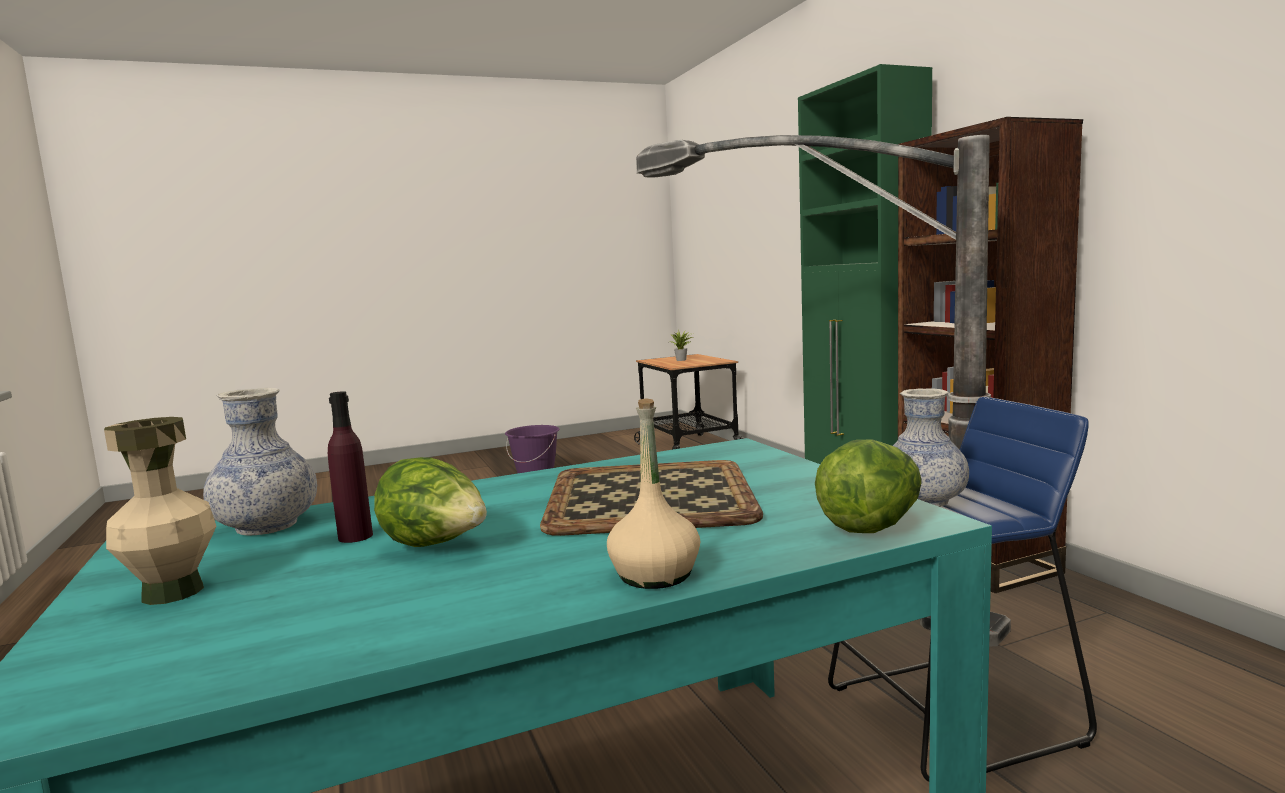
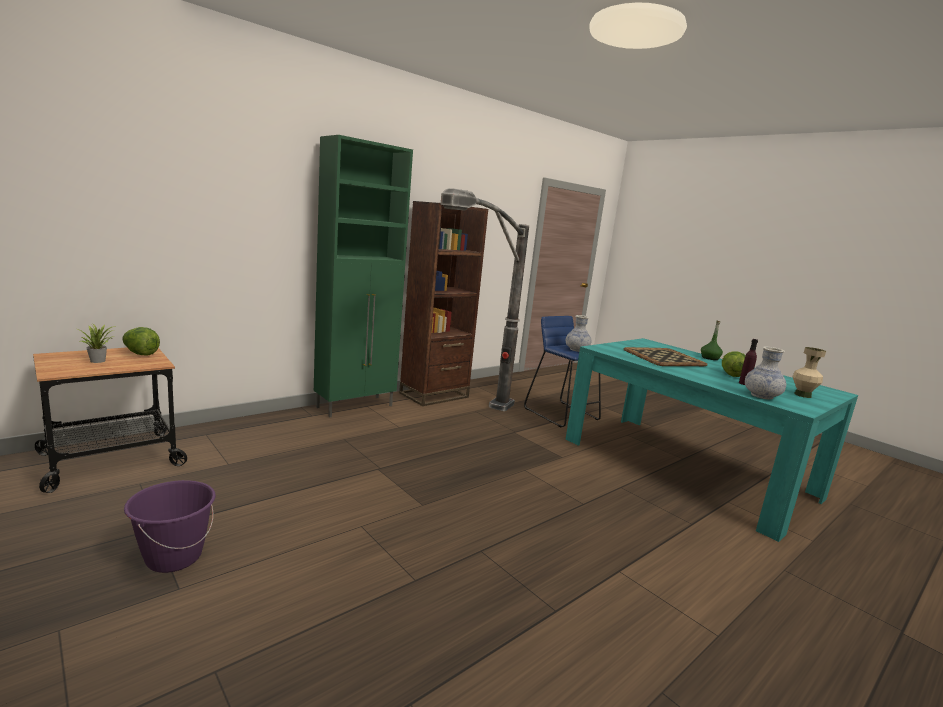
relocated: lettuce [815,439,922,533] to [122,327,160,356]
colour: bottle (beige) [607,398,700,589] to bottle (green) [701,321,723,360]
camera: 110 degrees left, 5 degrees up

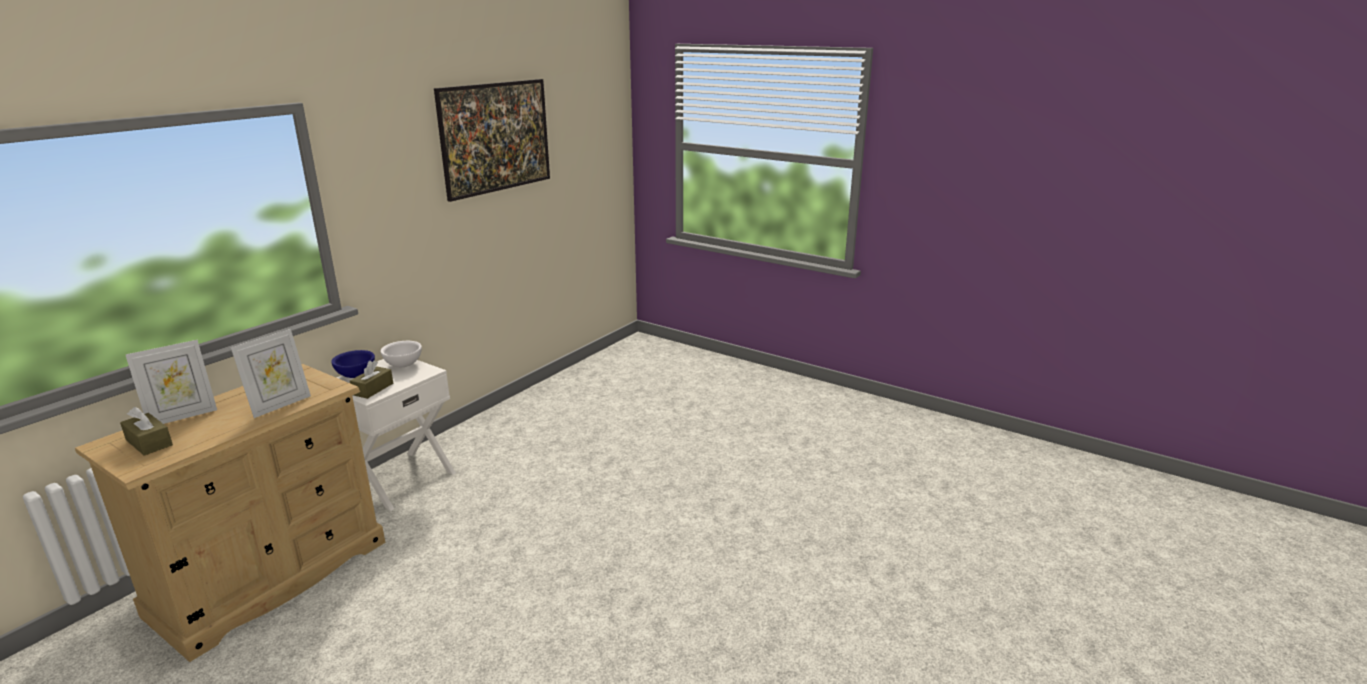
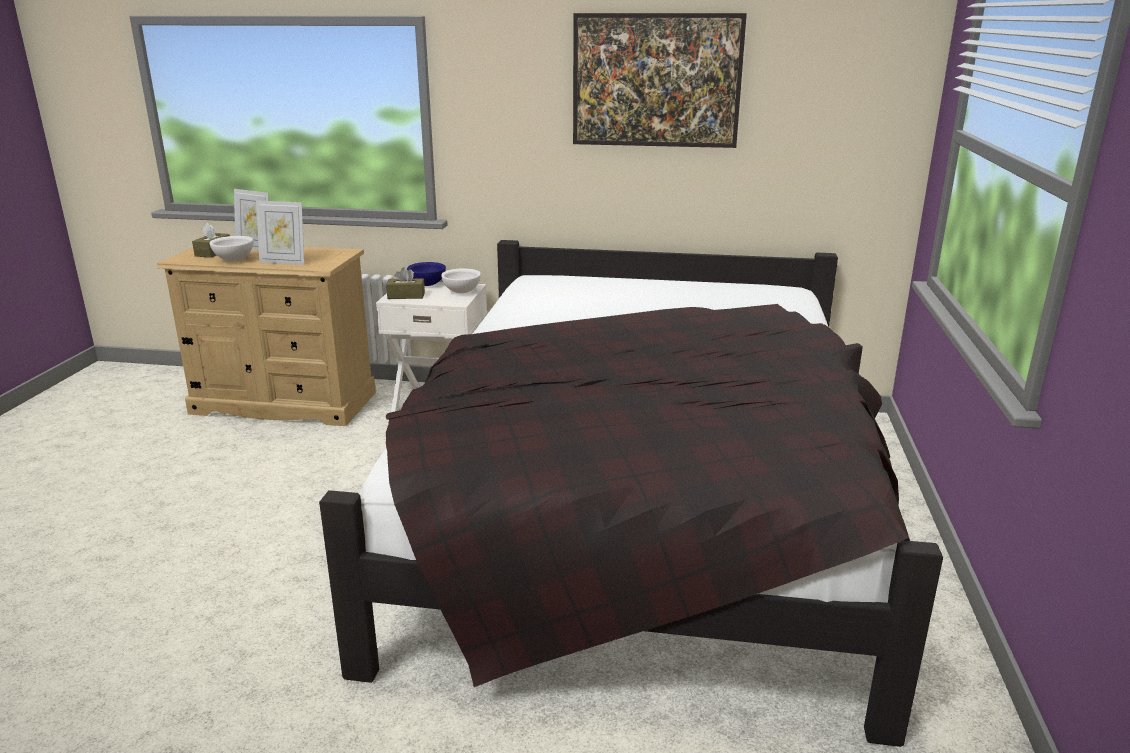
appeared: bowl (white) [209,236,253,261]; bed (black) [319,240,943,747]
camera: 65 degrees right, 0 degrees up

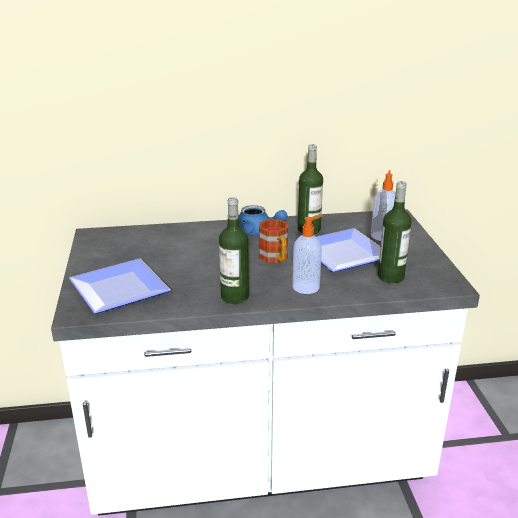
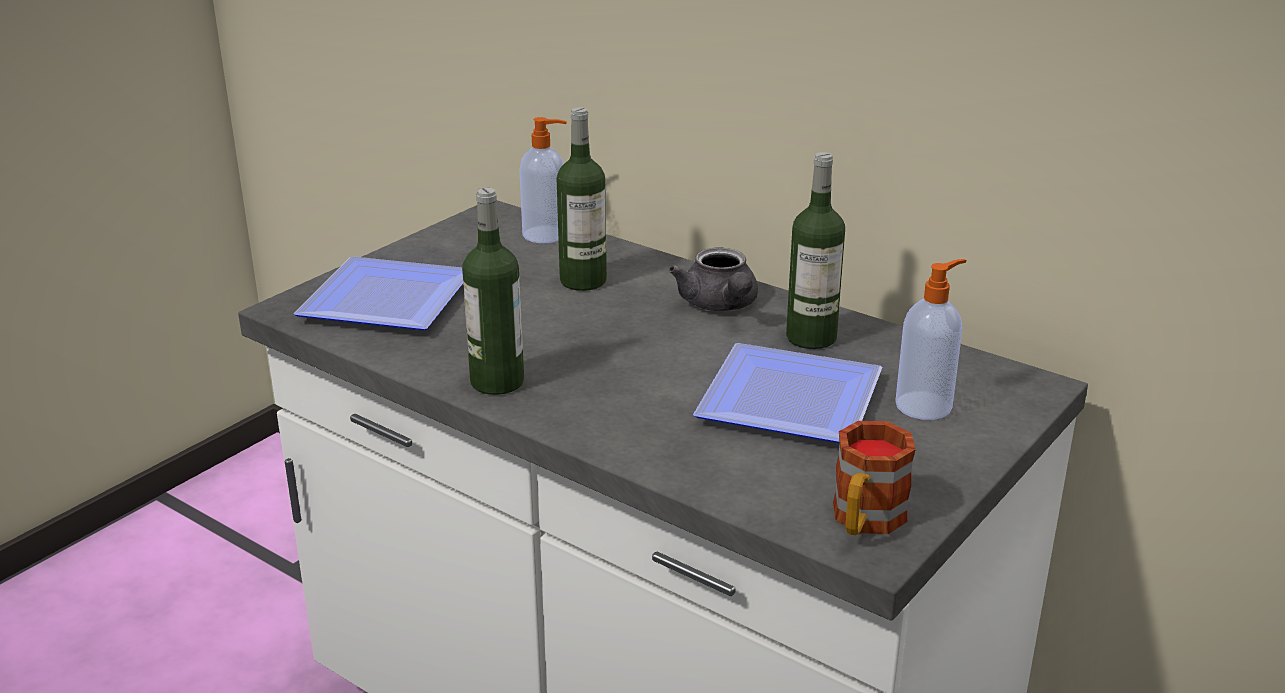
relocated: mug [259,219,288,263] to [833,421,916,535]; soap dispenser [292,215,323,294] to [519,117,567,243]; bottle [378,181,412,283] to [557,107,607,291]
colour: teapot (blue) [238,205,287,236] to teapot (grey) [669,248,758,311]
camera: 45 degrees right, 0 degrees up

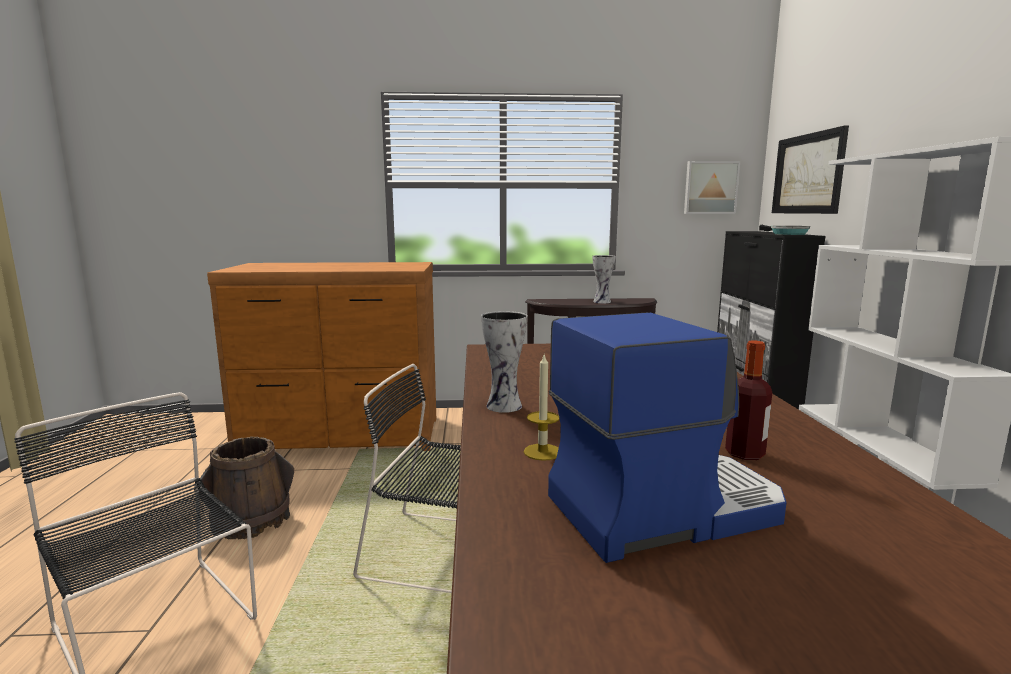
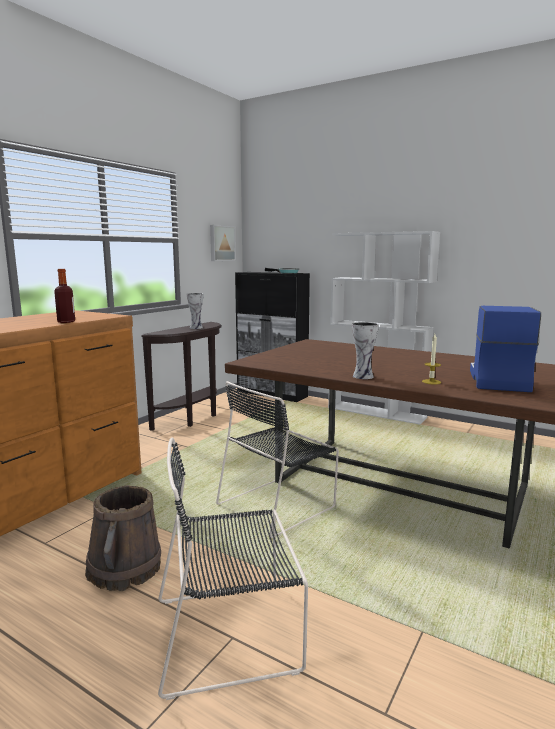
missing: picture [772,125,849,214]
relocated: bottle [725,341,772,460] to [54,269,75,323]
camera: 55 degrees left, 0 degrees up

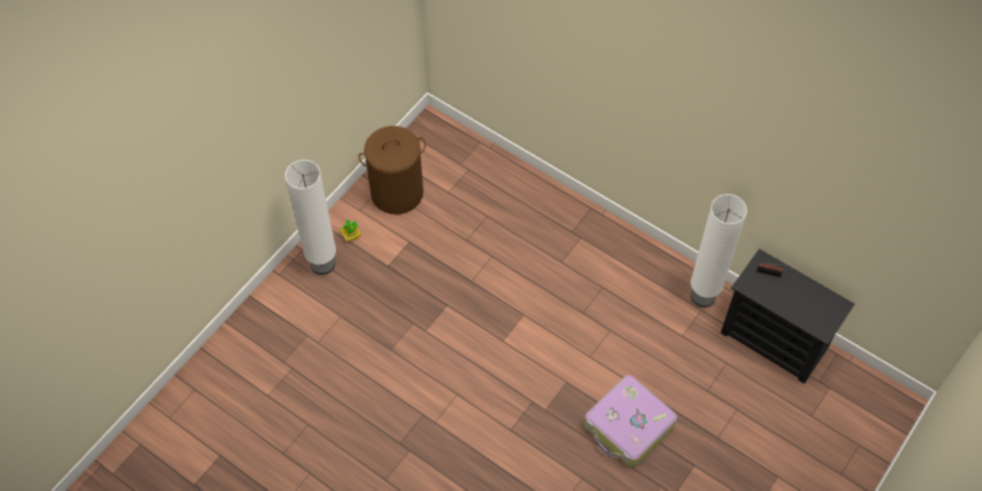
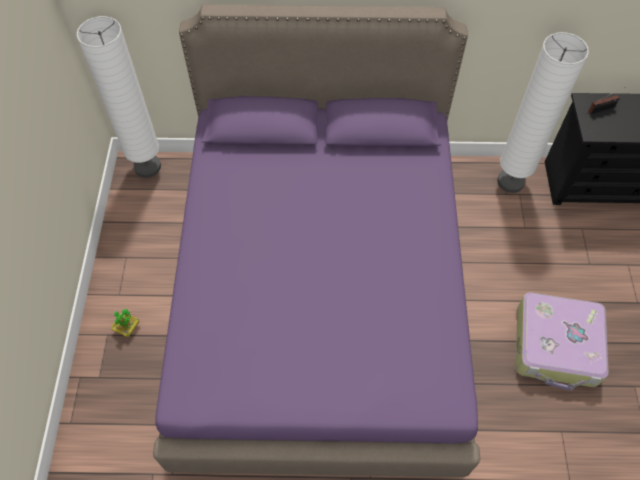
missing: laundry basket (brown) [358,126,426,215]
appeared: bed (purple) [153,4,480,477]
relocated: floor lamp (white) [285,160,336,275] to [77,16,161,178]
camera: 35 degrees left, 0 degrees up

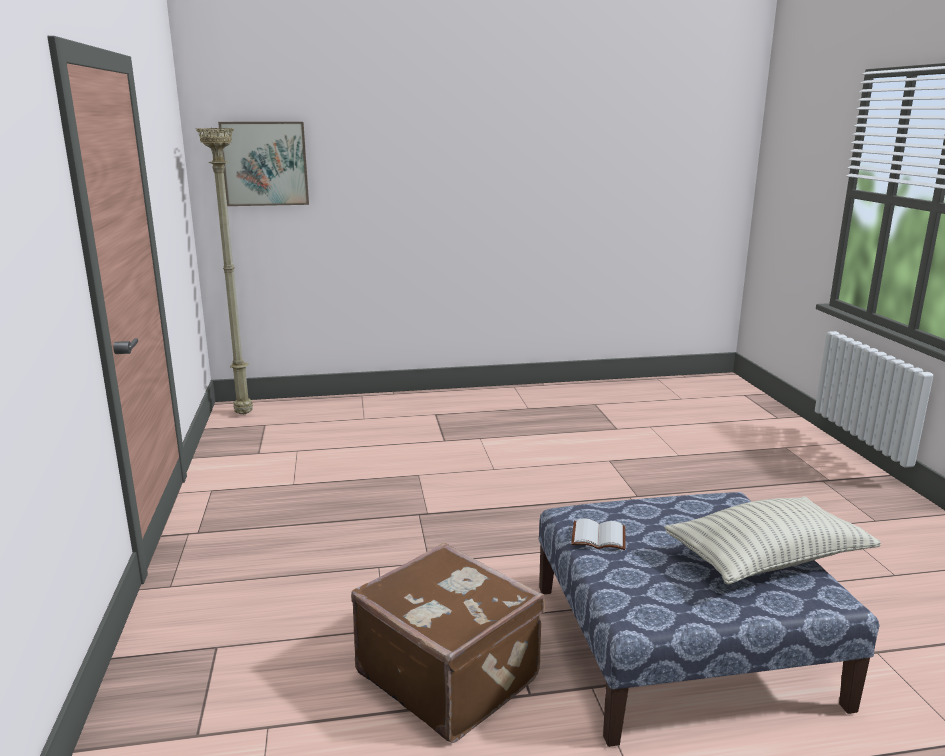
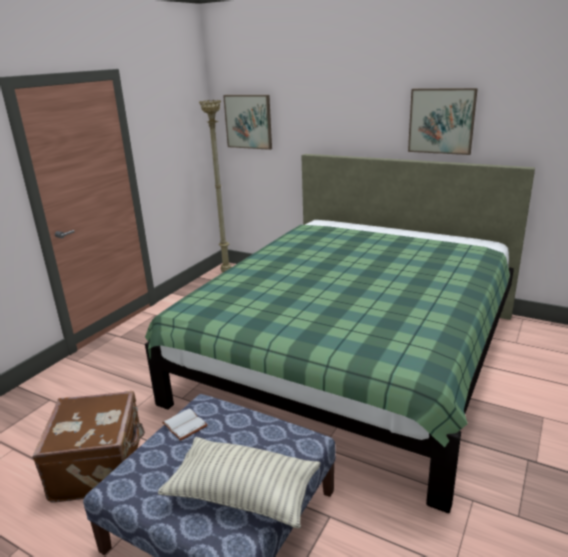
appeared: bed (green) [145,154,535,513]; picture [408,88,478,155]
camera: 40 degrees right, 5 degrees up

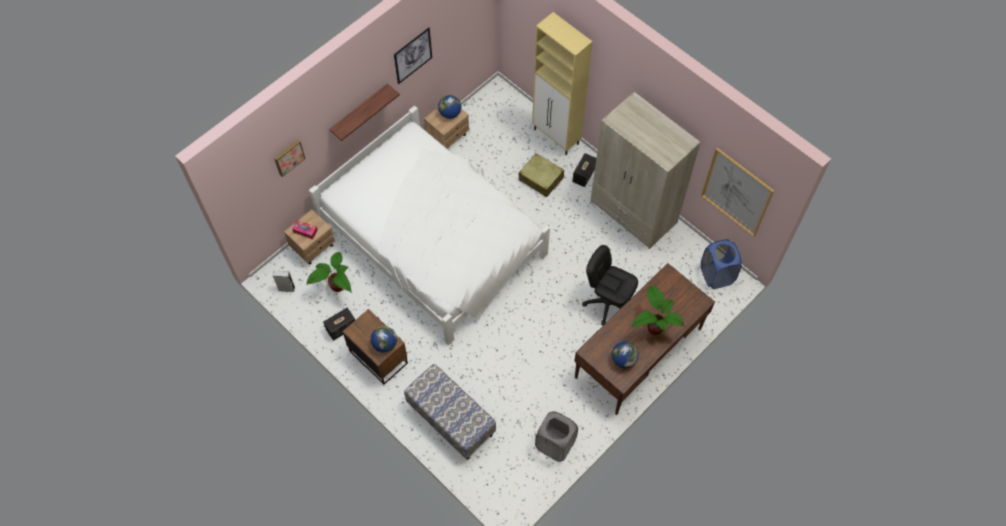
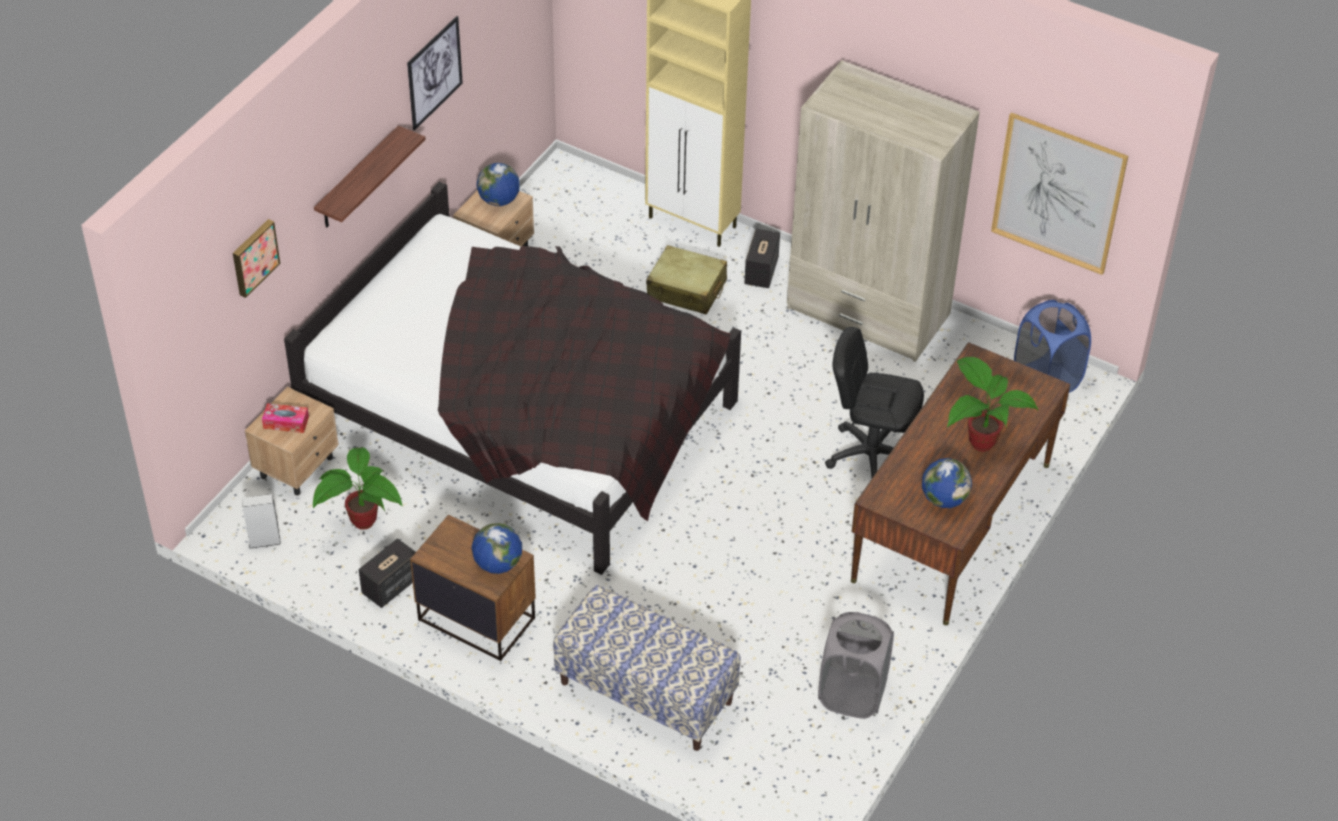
colour: bed (white) [309,106,550,345] to bed (black) [284,182,741,575]
camera: 15 degrees left, 15 degrees down

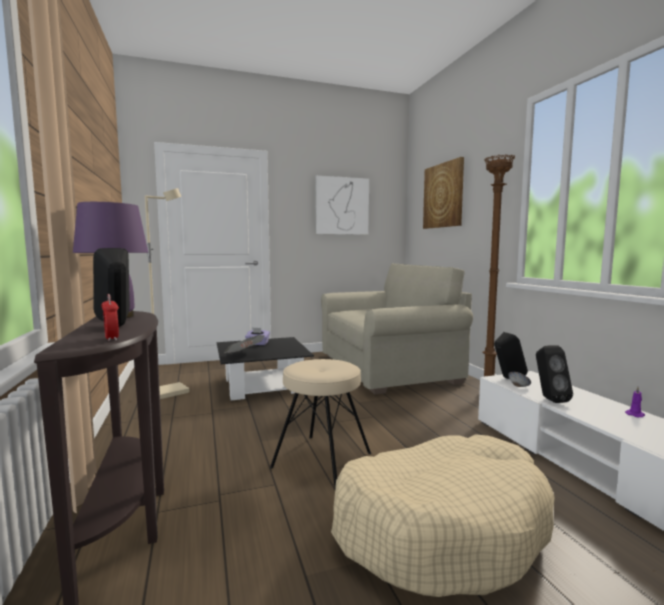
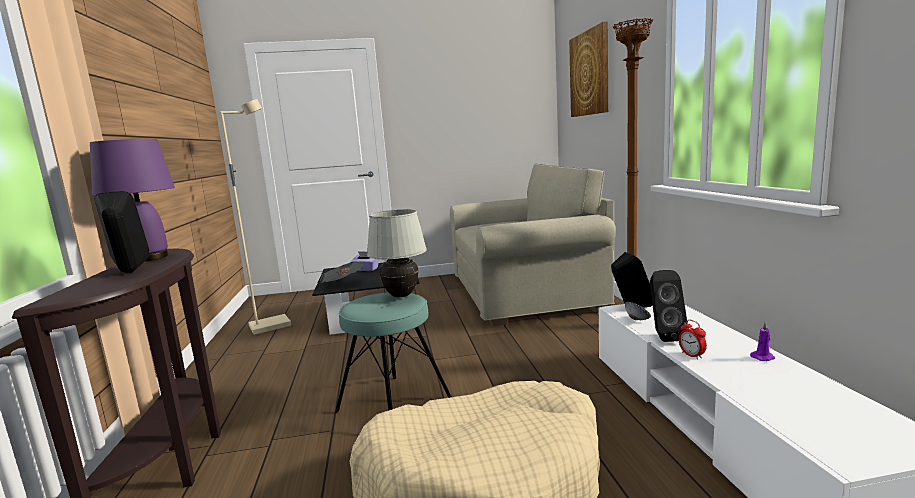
missing: picture [315,175,369,235]
appeared: table lamp (white) [367,209,427,297]
relocated: alarm clock [101,294,119,341] to [679,320,707,360]
colour: stool (beige) [270,359,371,488] to stool (turquoise) [335,292,452,413]
camera: 10 degrees right, 5 degrees up

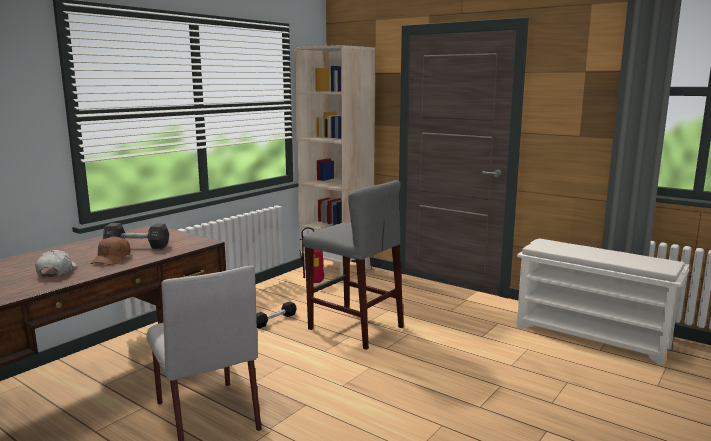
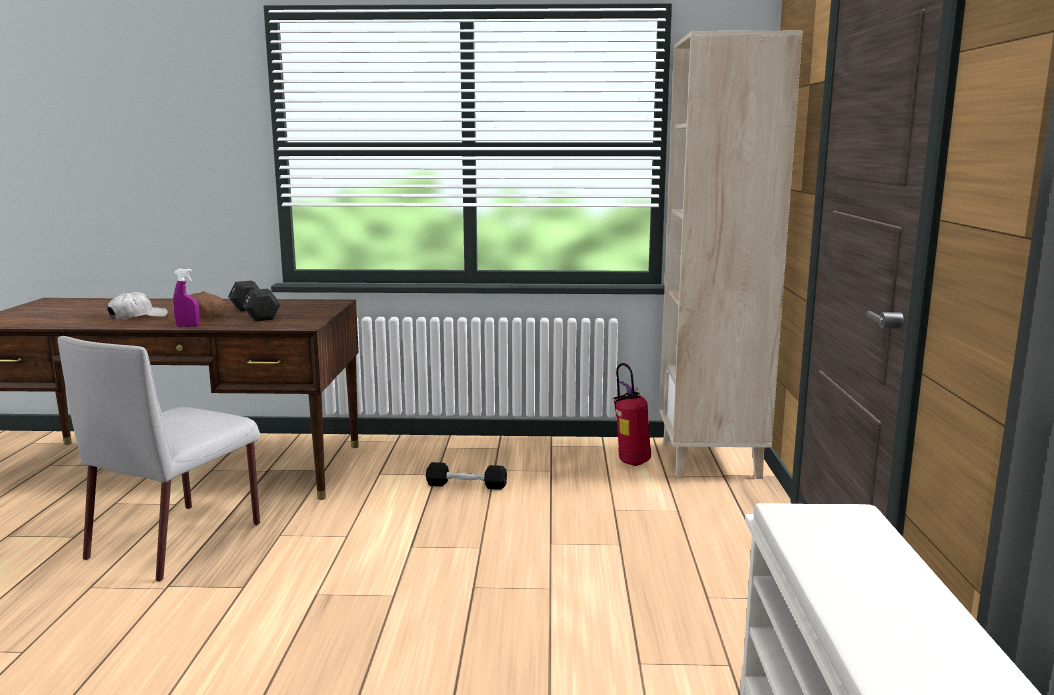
missing: stool (grey) [303,180,404,350]
appeared: spray bottle (purple) [173,269,199,327]
camera: 55 degrees right, 0 degrees up

